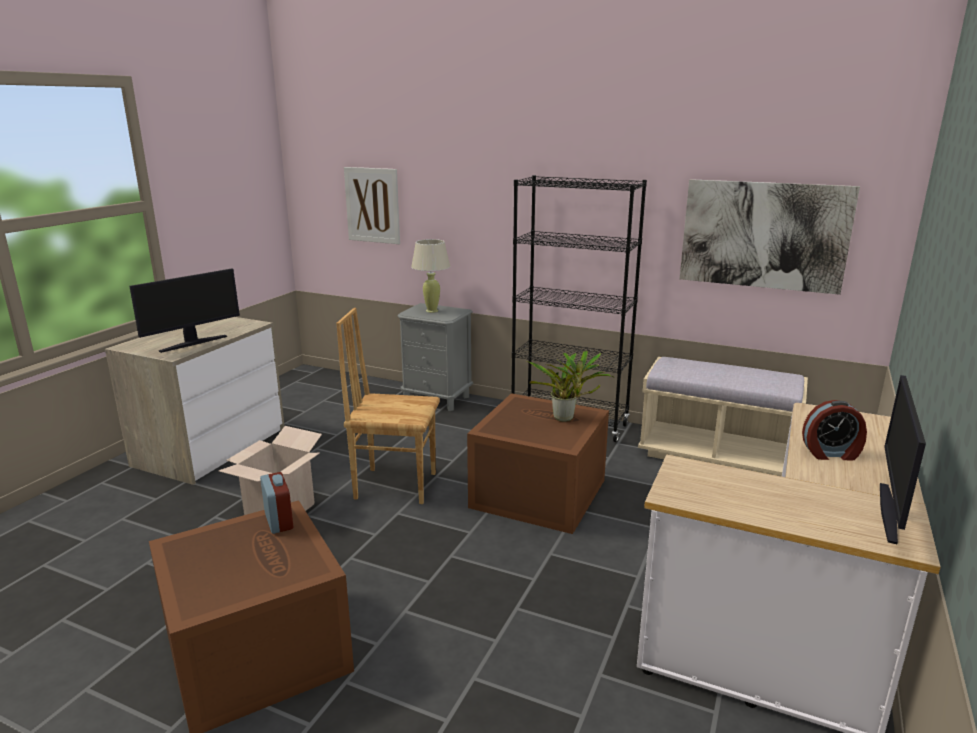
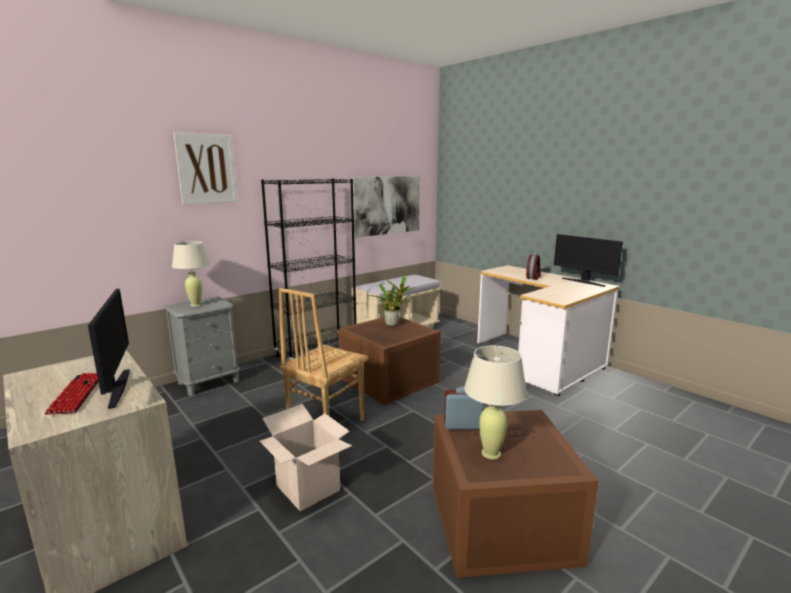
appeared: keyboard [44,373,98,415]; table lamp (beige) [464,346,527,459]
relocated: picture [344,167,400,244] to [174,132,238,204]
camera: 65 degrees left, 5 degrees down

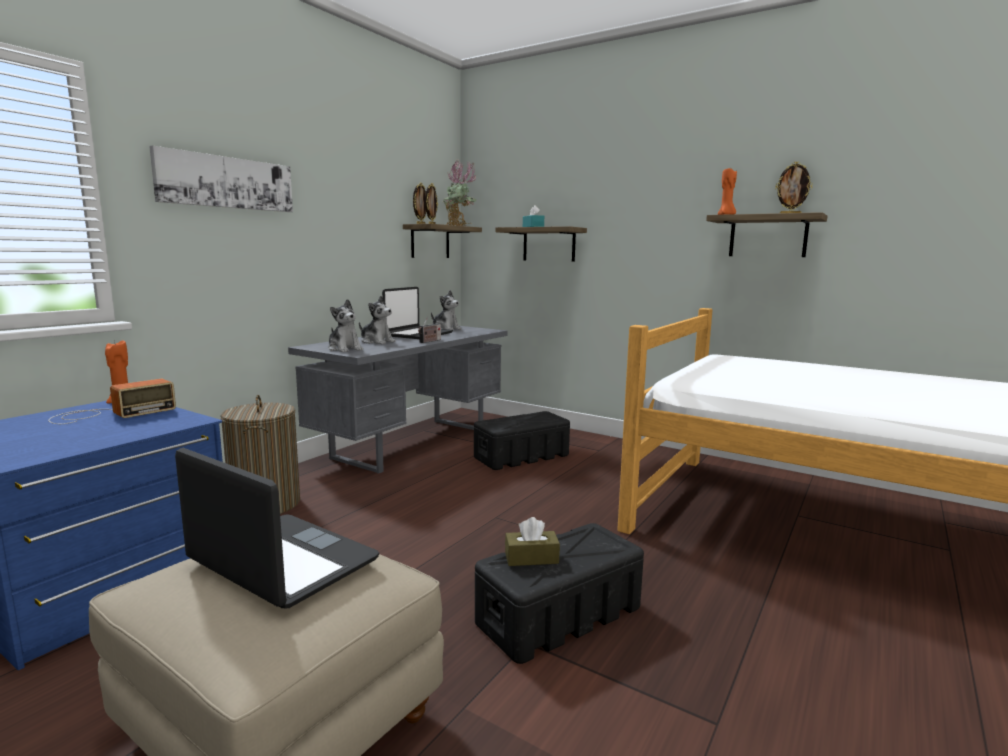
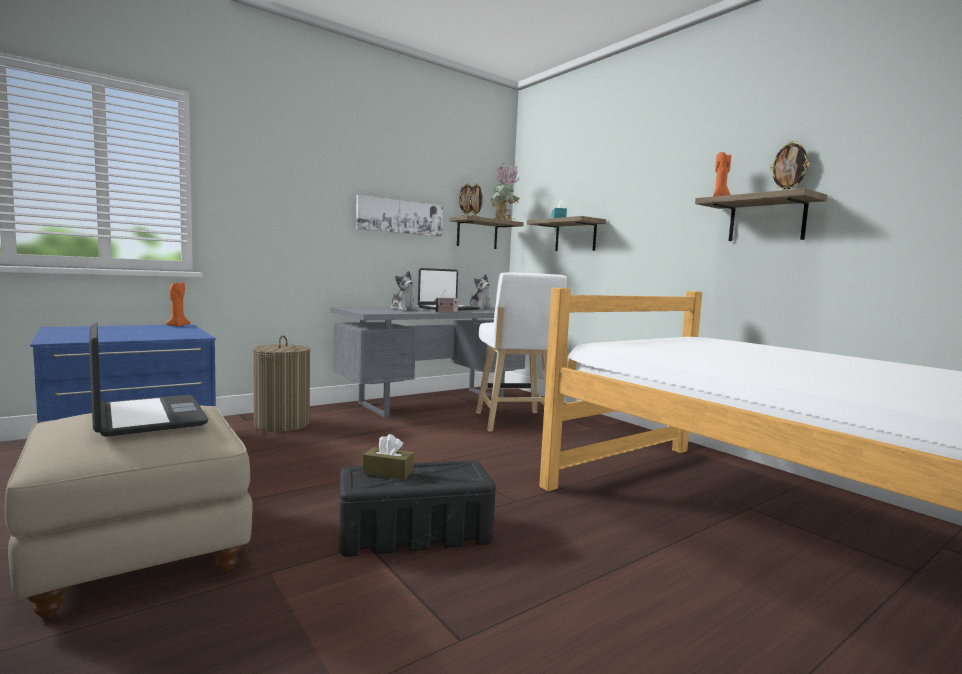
missing: radio [48,379,176,424]; plush toy [328,299,363,352]
relocated: picture [149,146,293,212] to [356,195,443,237]
exchanged: storage box (black) [474,411,570,470] to stool (white) [476,272,567,432]
camera: 20 degrees right, 5 degrees down

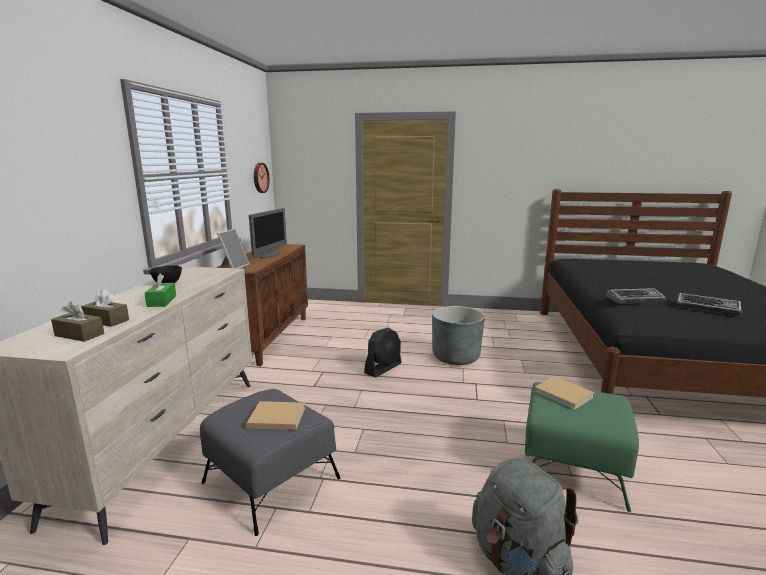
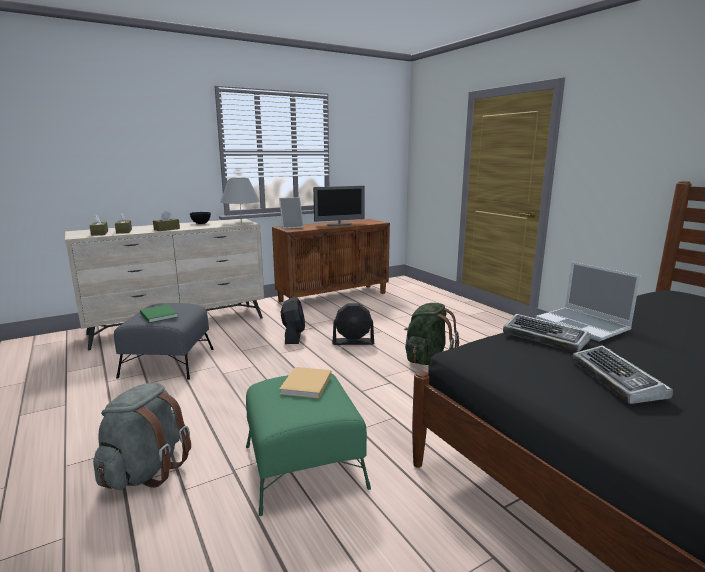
missing: wall clock [254,163,270,193]
appeared: table lamp (grey) [220,178,260,223]; fan (black) [281,297,305,344]; laptop [536,262,640,342]
exchanged: planter (grey) [432,306,485,365] to backpack (green) [404,303,459,365]
colour: tissue box (green) [145,273,176,307] to tissue box (brown) [153,211,180,231]; book (beige) [246,401,306,430] to book (green) [140,305,178,323]
camera: 50 degrees right, 0 degrees up

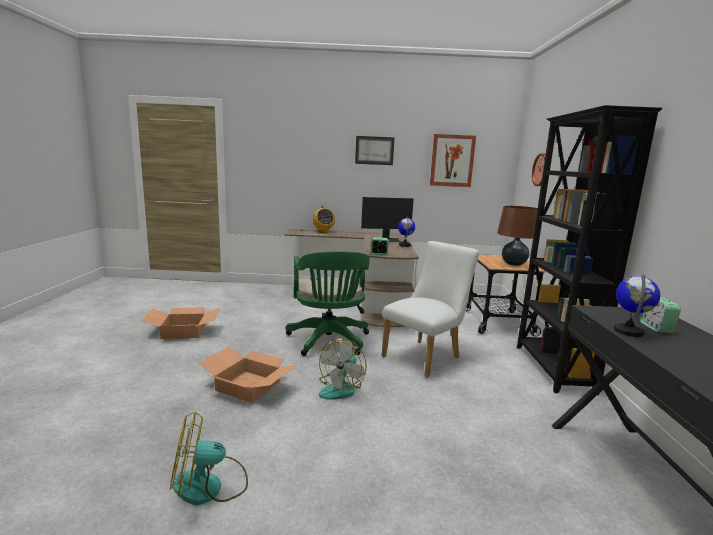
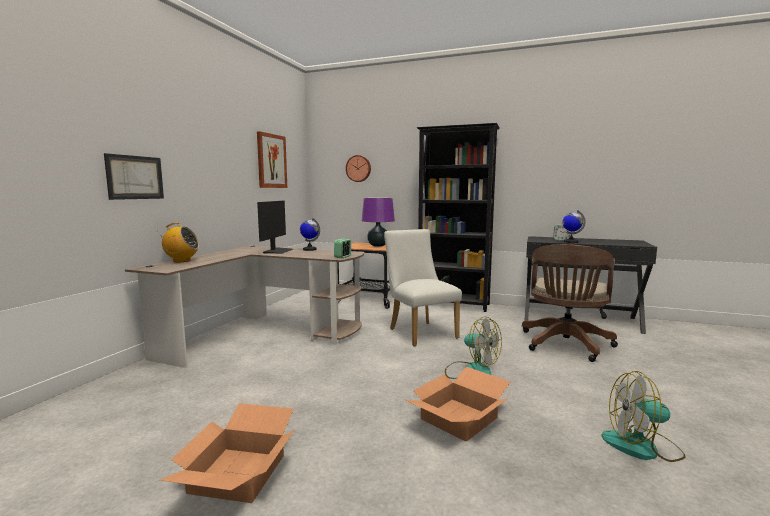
missing: office chair (green) [285,251,370,356]
appeared: office chair (brown) [522,244,618,362]
relocated: picture [355,136,395,165] to [104,153,164,200]
colour: table lamp (brown) [497,205,538,266] to table lamp (purple) [362,198,395,247]
spun: fan [170,411,248,505] = [602,371,686,462] 90 degrees clockwise
camera: 70 degrees left, 5 degrees down

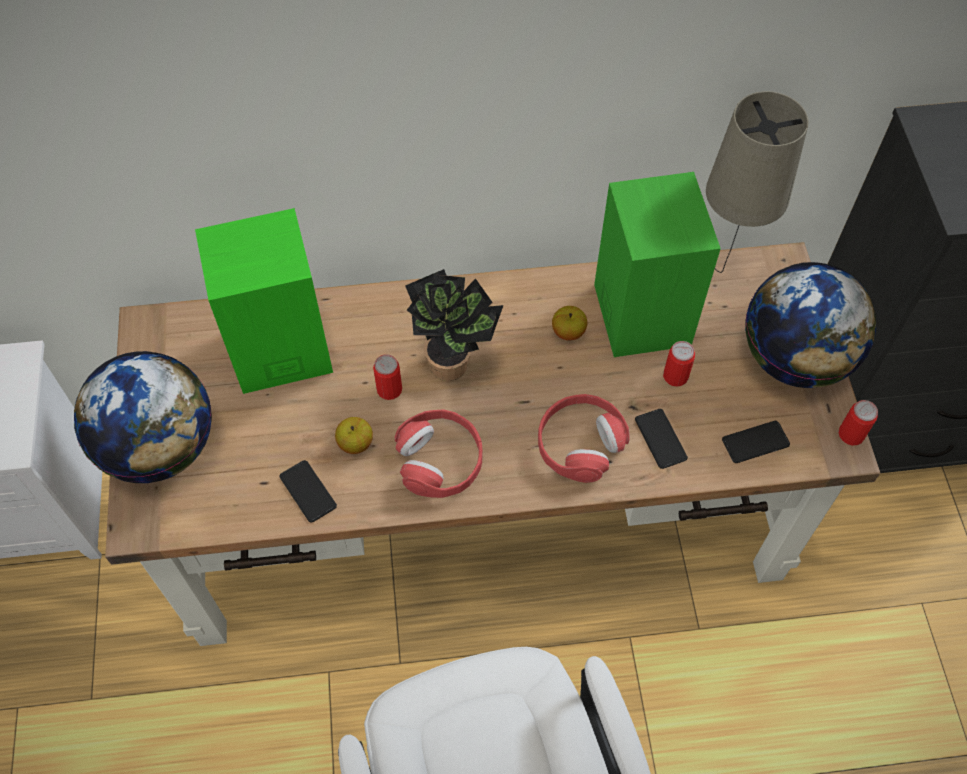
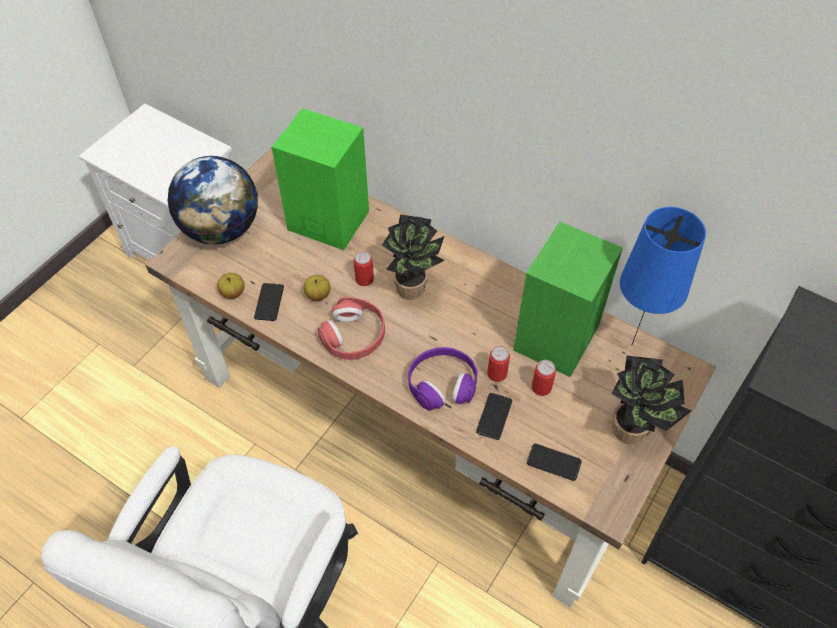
relocated: apple [552,306,587,340] to [217,273,245,299]; can [838,400,878,445] to [487,346,510,382]
exchanged: globe [745,262,876,388] to potted plant [612,355,692,444]
colour: headphones (red) [538,394,630,483] to headphones (purple) [408,347,478,411]; table lamp (beige) [706,91,809,273] to table lamp (blue) [620,207,706,345]
camera: 40 degrees right, 5 degrees down

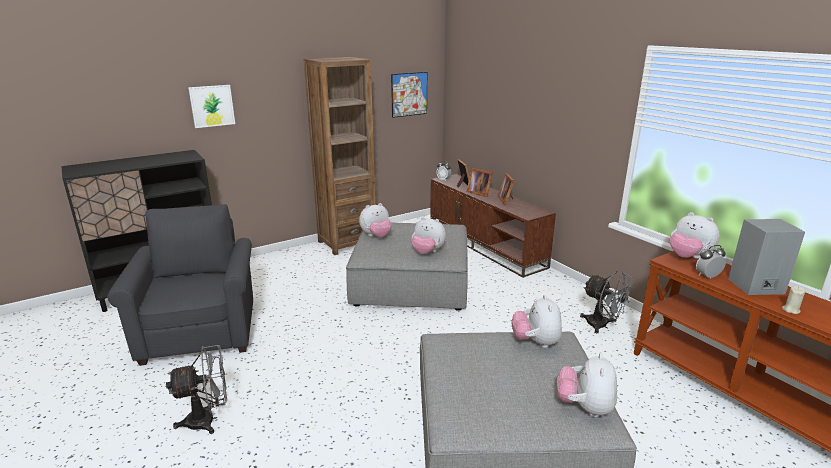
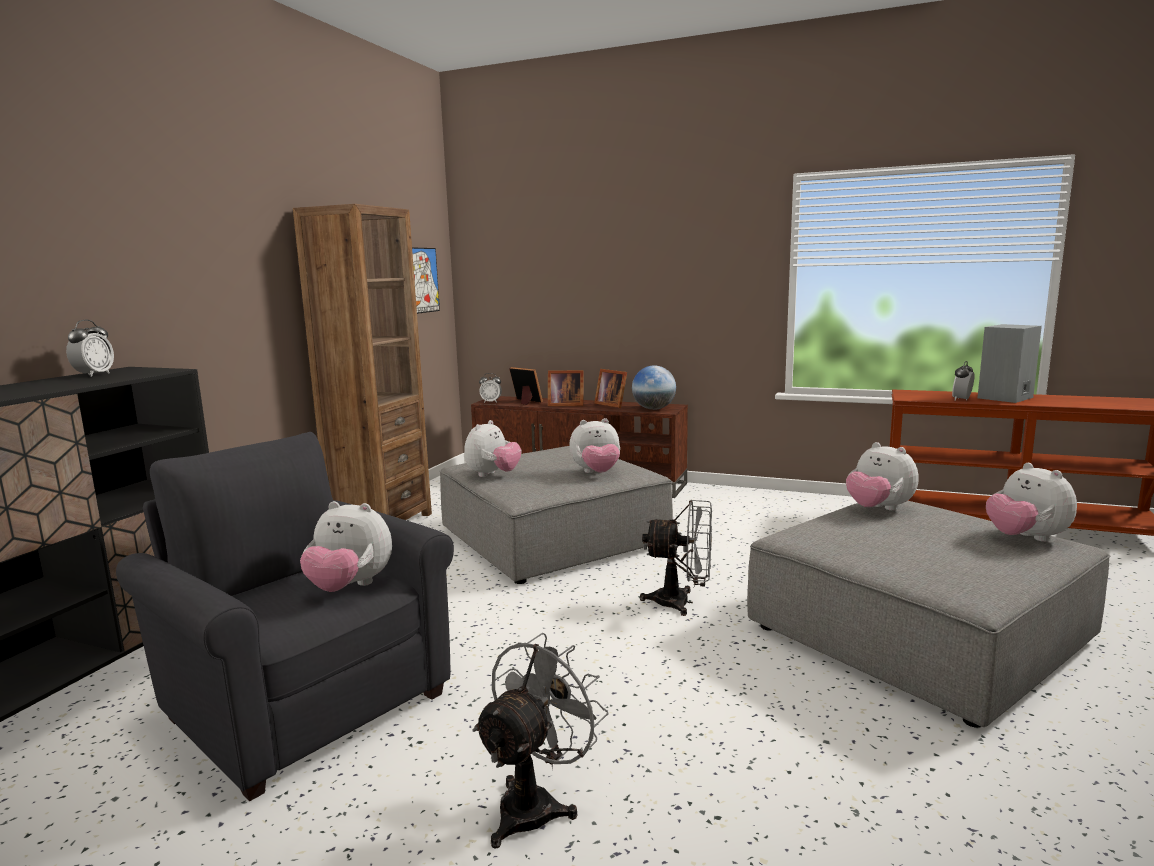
missing: picture [188,85,235,128]; candle (beige) [782,286,805,314]
appeared: alarm clock [66,320,114,377]; globe [632,365,676,410]
relocated: fan (grey) [580,271,634,333] to [640,500,712,616]; plush toy [669,212,720,259] to [300,501,392,592]
camera: 35 degrees left, 10 degrees down

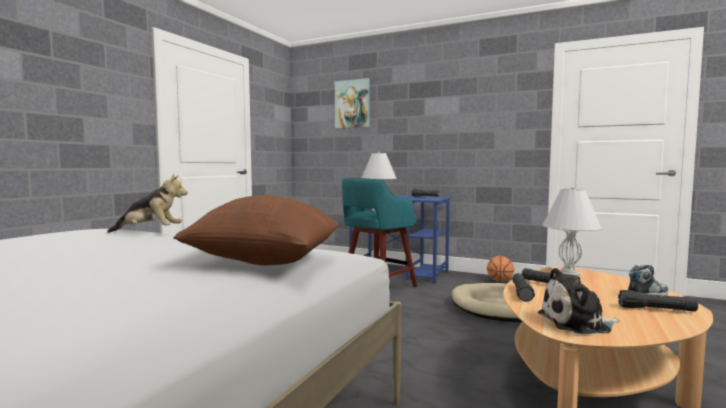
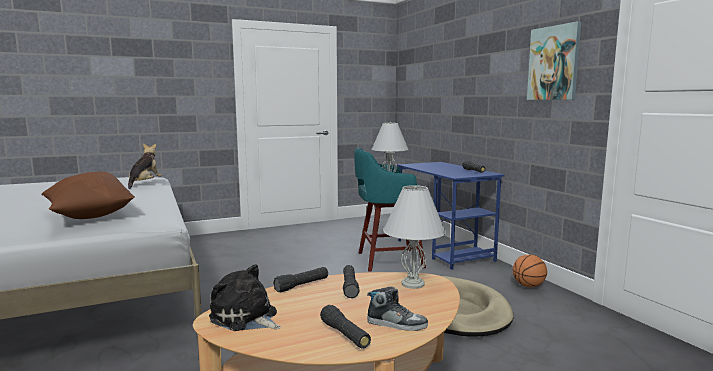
relocated: picture [335,78,370,129] to [527,21,581,100]
spun: plush toy [107,174,188,233] = [128,143,162,189] 120 degrees counterclockwise
camera: 40 degrees right, 5 degrees up

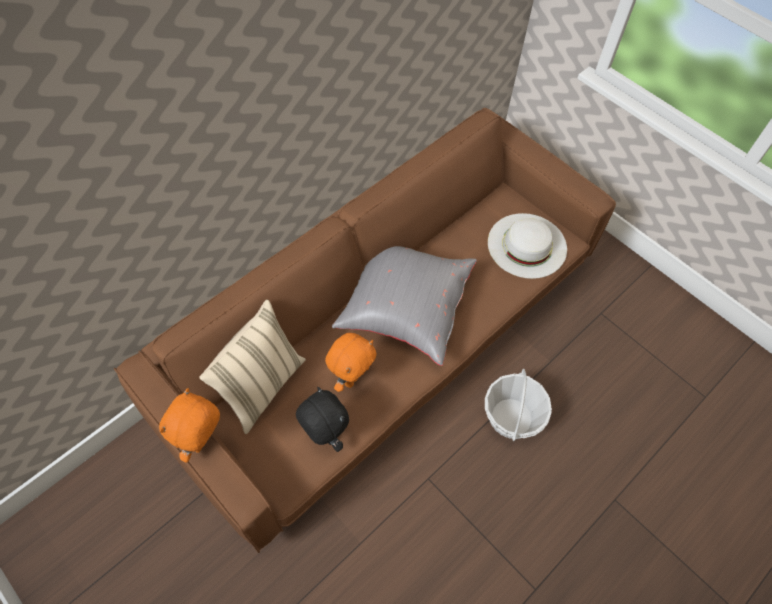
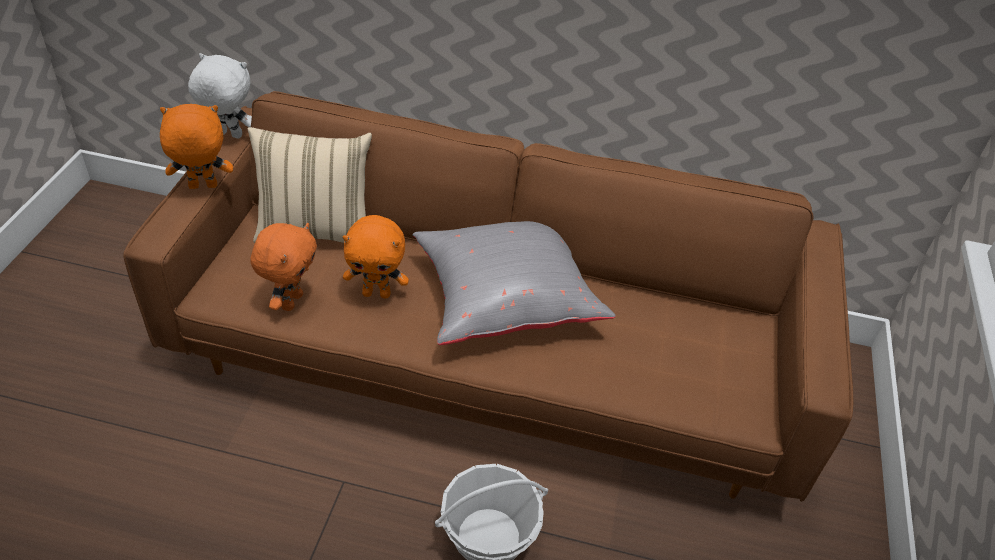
missing: hat (white) [488,213,567,279]
appeared: plush toy (white) [188,53,252,138]
colour: plush toy (black) [296,387,349,452] to plush toy (orange) [250,223,317,311]
camera: 55 degrees right, 15 degrees down

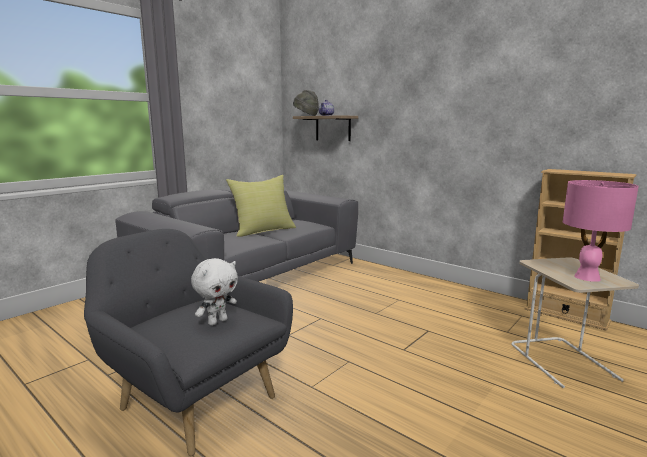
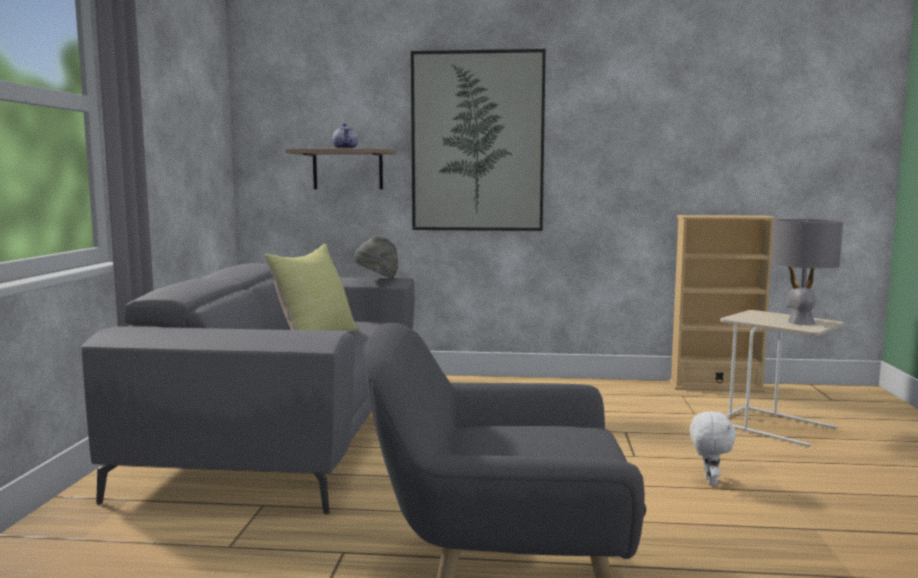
appeared: picture [411,49,546,231]
relocated: plush toy (white) [191,258,238,326] to [690,411,736,486]; hat (grey) [293,90,319,116] to [354,236,398,279]
colour: table lamp (pink) [563,180,639,282] to table lamp (grey) [772,219,843,325]
camera: 35 degrees left, 5 degrees down

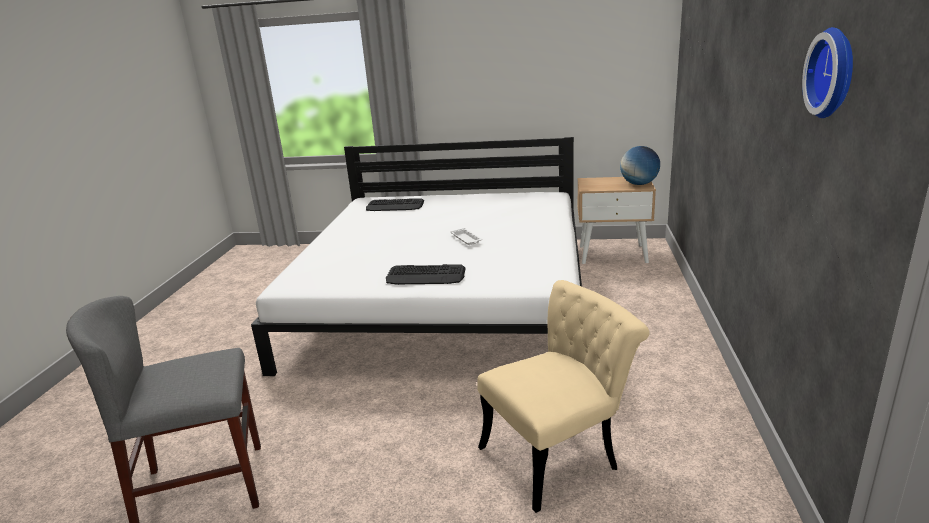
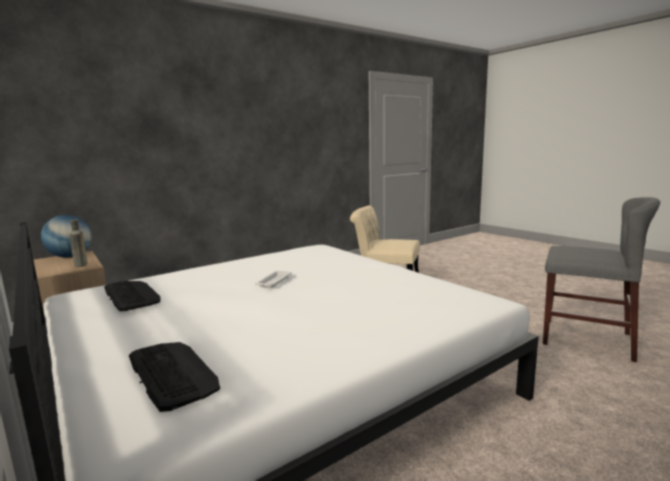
missing: wall clock [802,27,853,118]
appeared: bottle (brown) [70,219,87,267]
relocated: keyboard [386,264,466,285] to [104,281,161,311]
camera: 135 degrees left, 10 degrees down

